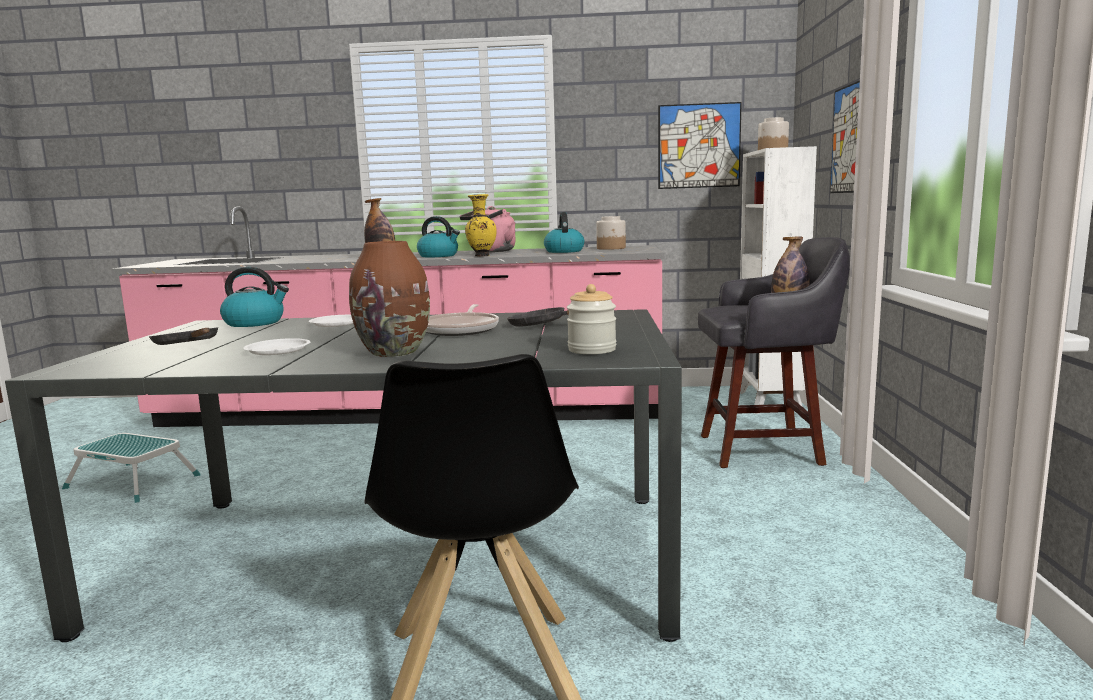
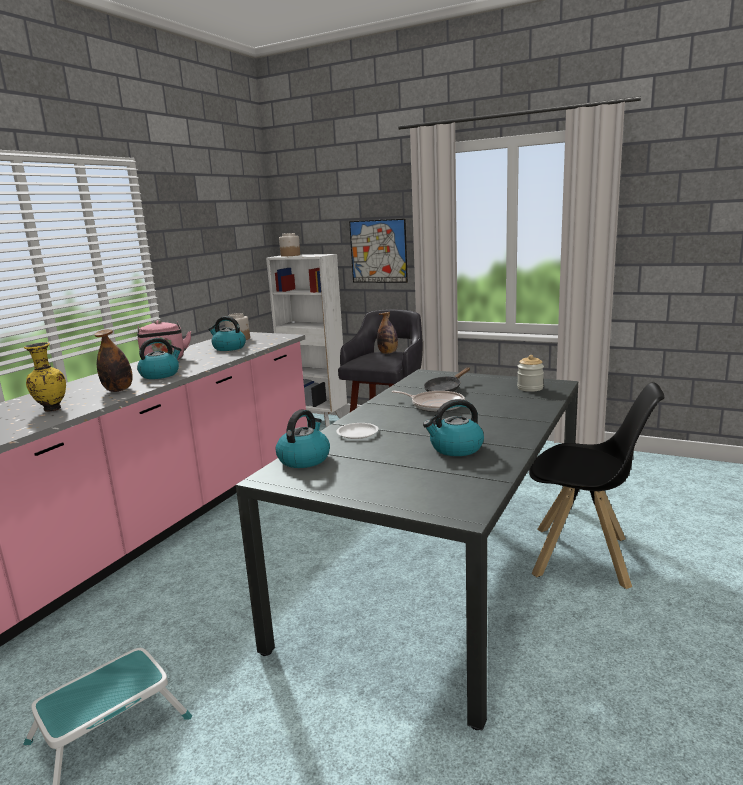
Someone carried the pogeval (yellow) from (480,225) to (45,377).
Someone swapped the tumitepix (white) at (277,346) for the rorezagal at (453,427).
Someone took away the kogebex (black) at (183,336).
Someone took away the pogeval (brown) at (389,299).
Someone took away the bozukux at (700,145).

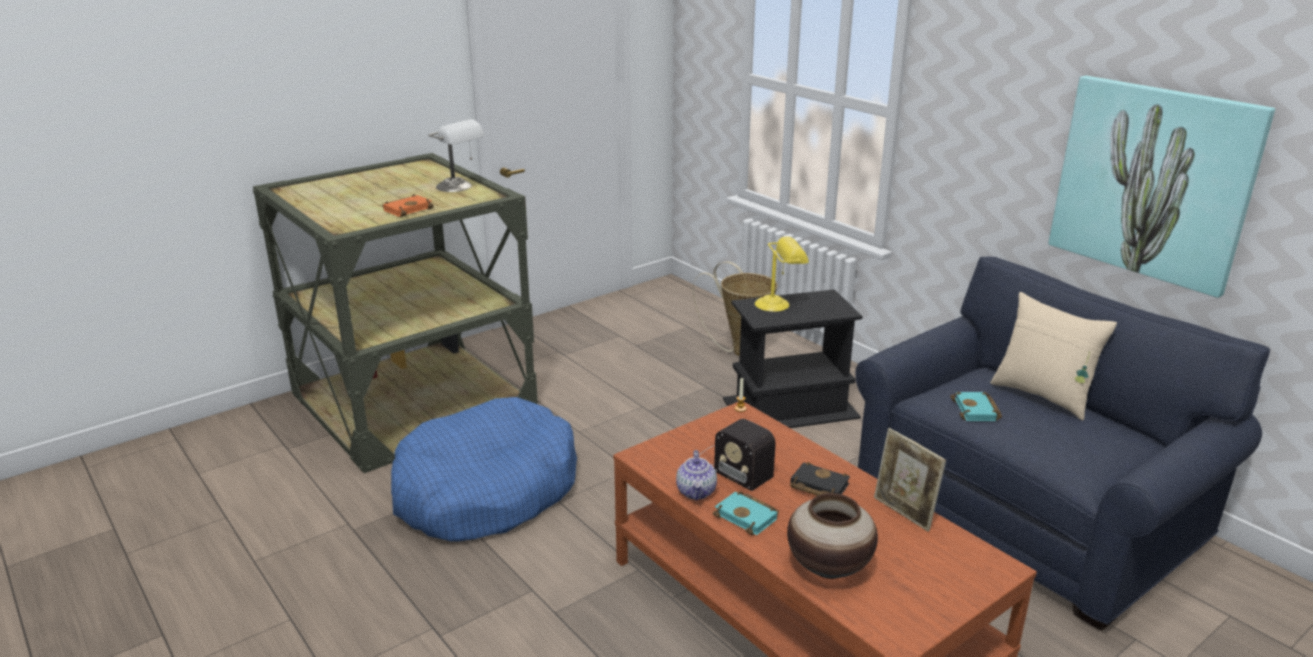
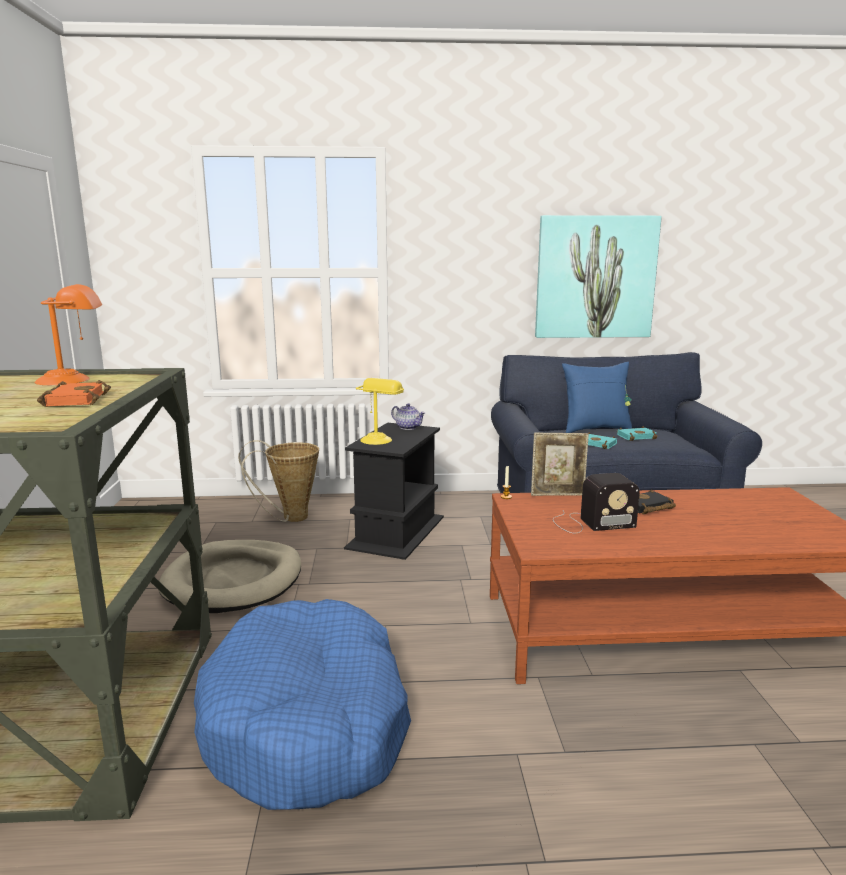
Someone repainted the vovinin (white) at (456,155), which became the vovinin (orange) at (68,334).
Someone put down the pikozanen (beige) at (230,576).
Someone carried the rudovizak from (696,475) to (408,417).
Someone carried the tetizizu from (910,480) to (560,464).
Someone repainted the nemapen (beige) at (1053,356), which became the nemapen (blue) at (597,397).
Someone carried the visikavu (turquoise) from (746,513) to (637,433).
Someone took away the pogeval at (832,536).

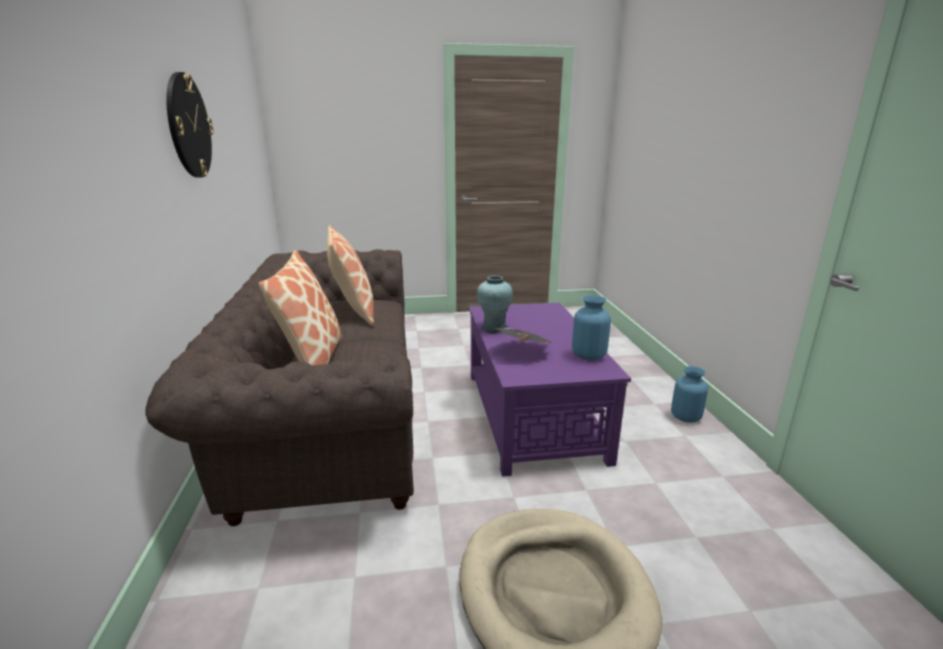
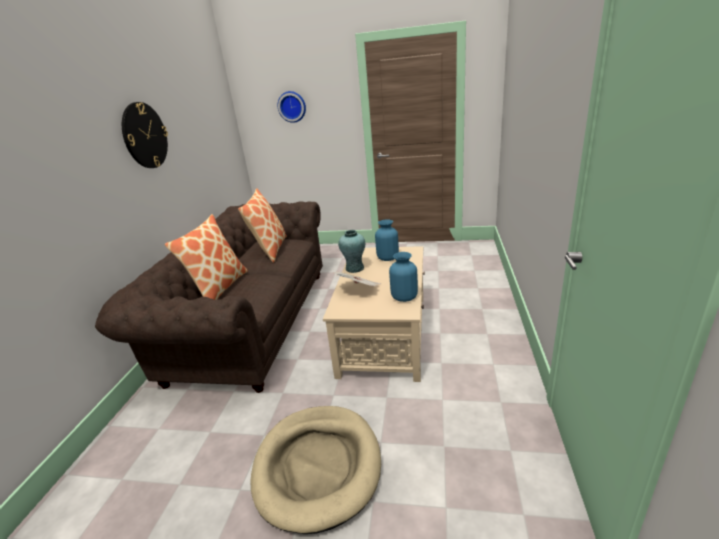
Someone put up the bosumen at (291,107).
Someone repainted the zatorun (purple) at (550,390), which became the zatorun (beige) at (374,314).
Someone carried the pogeval (blue) from (689,394) to (387,240).

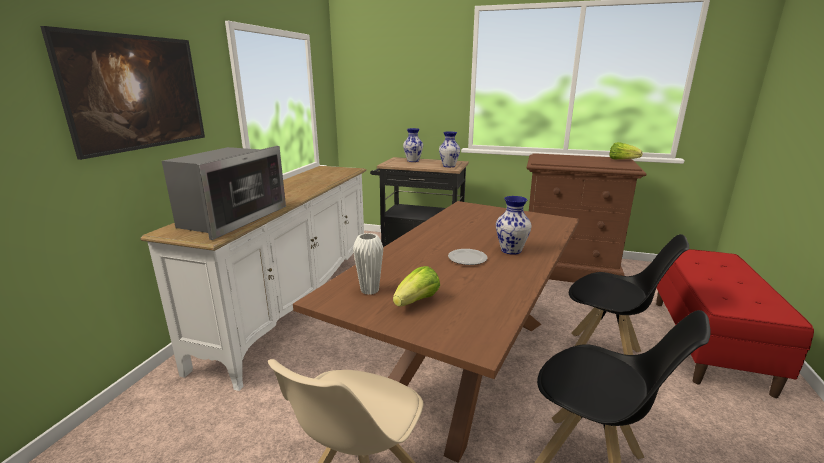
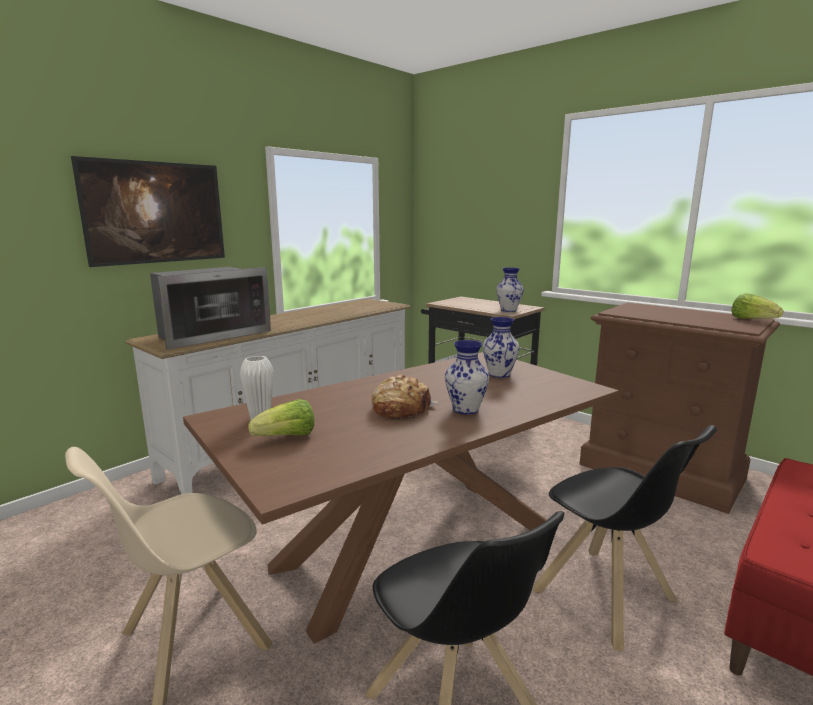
Someone swapped the tumitepix at (467,257) for the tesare at (404,397).
Someone carried the pogeval from (413,145) to (501,347).

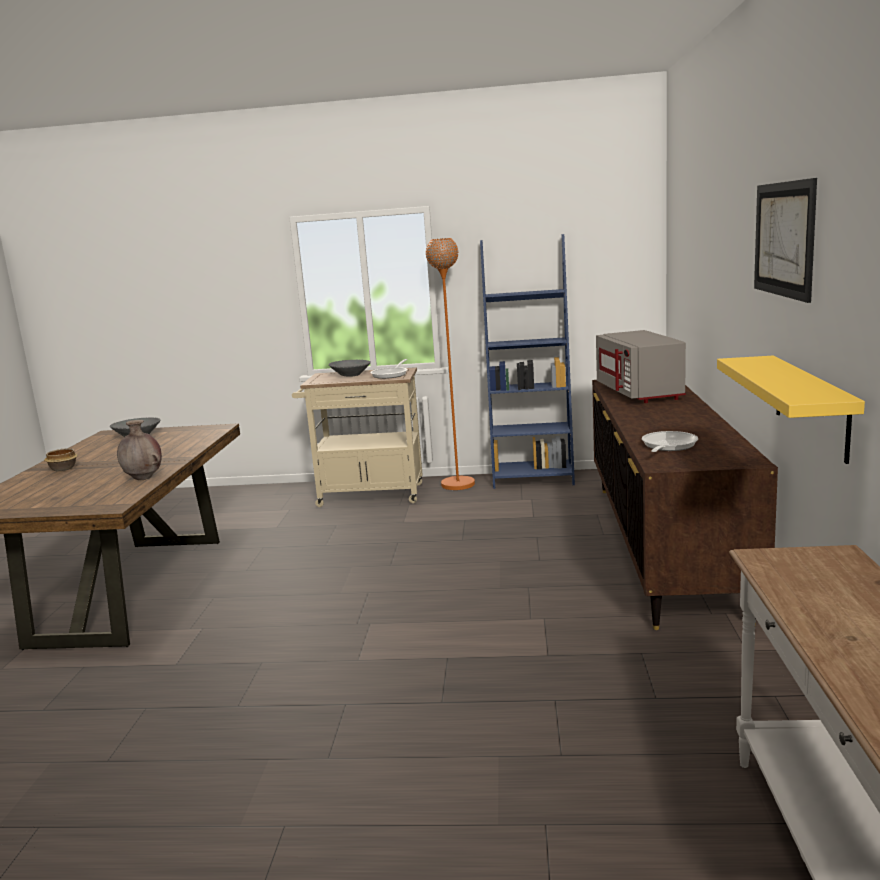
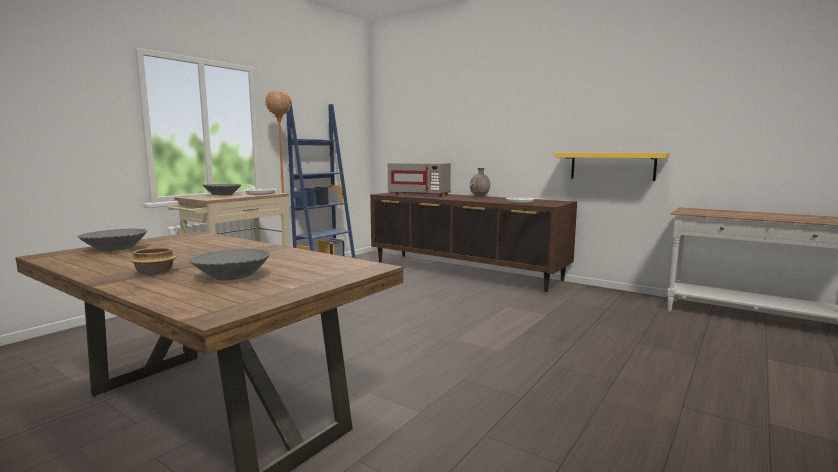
Someone put down the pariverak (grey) at (230,265).
Someone carried the pogeval (brown) from (139,450) to (480,182).
Someone took away the bozukux at (785,240).

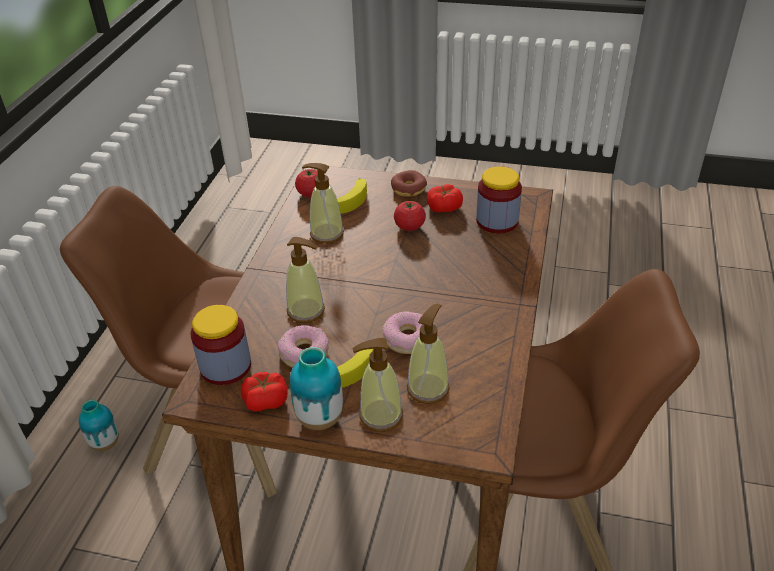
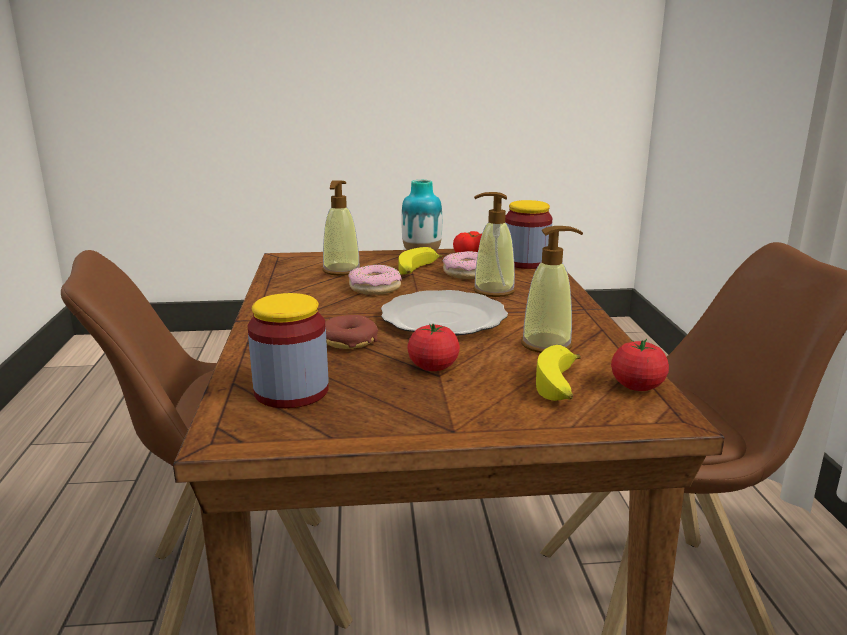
Someone carried the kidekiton from (409,183) to (351,332).
Someone put down the tumitepix at (444,313).
Someone took away the pogeval at (99,425).
Someone took away the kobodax at (377,385).
Someone took away the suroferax at (445,198).

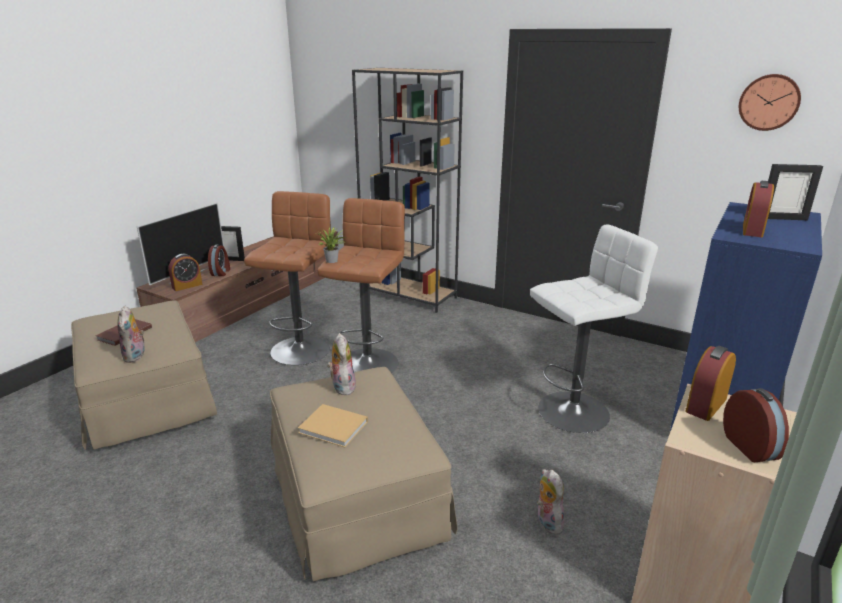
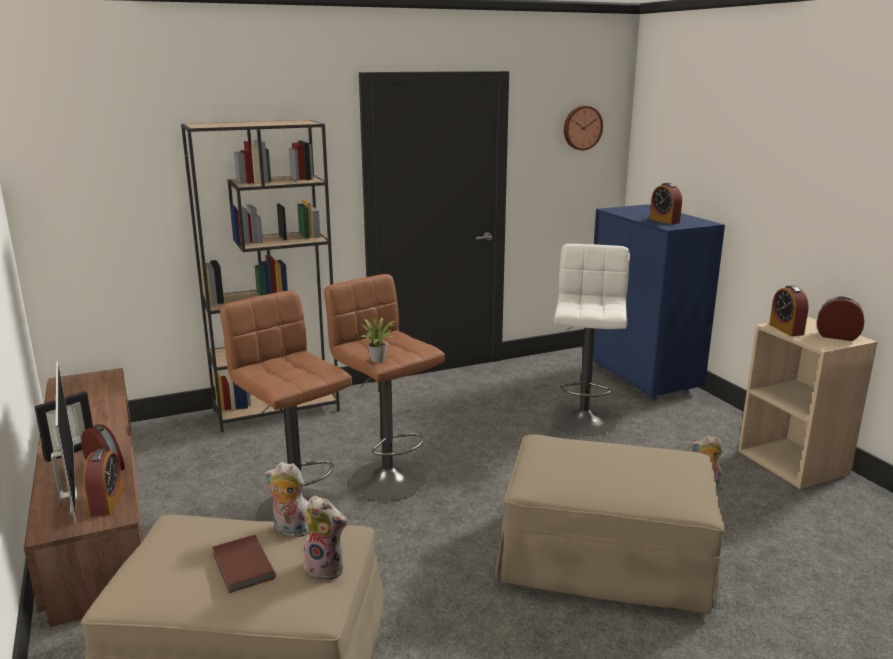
Someone carried the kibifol from (341,364) to (287,499).
Someone took away the visikavu (beige) at (333,425).
Someone took away the tetizizu at (795,192).

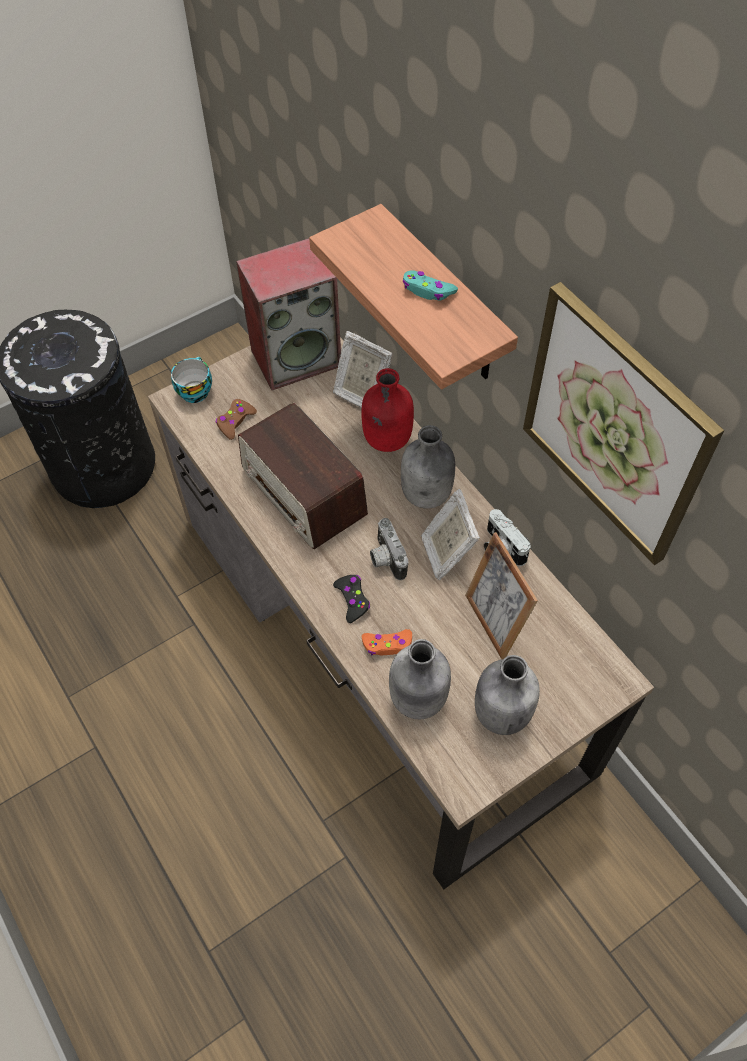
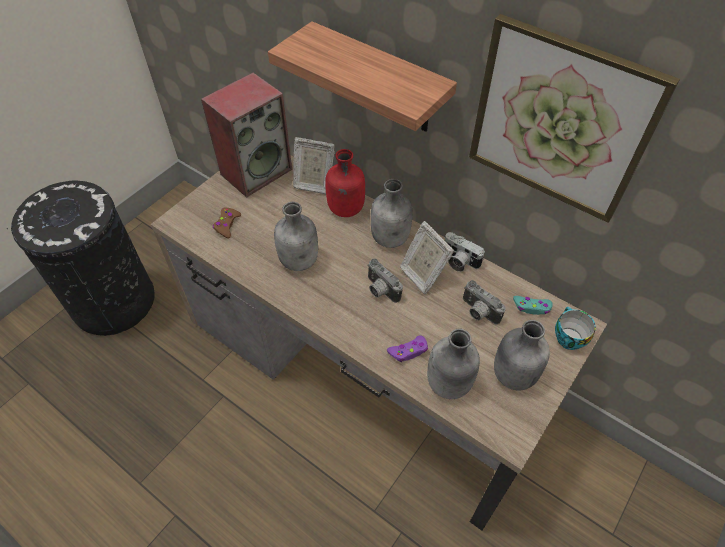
Someone swapped the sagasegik at (303,475) for the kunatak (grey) at (296,236).
Someone repainted the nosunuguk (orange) at (387,642), which became the nosunuguk (purple) at (407,348).
Someone swapped the tetizizu at (501,595) for the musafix at (484,302).
Someone carried the nosunuguk (turquoise) from (430,286) to (533,305).
Someone carried the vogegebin from (191,380) to (575,328).
Someone took away the nosunuguk (black) at (351,599).

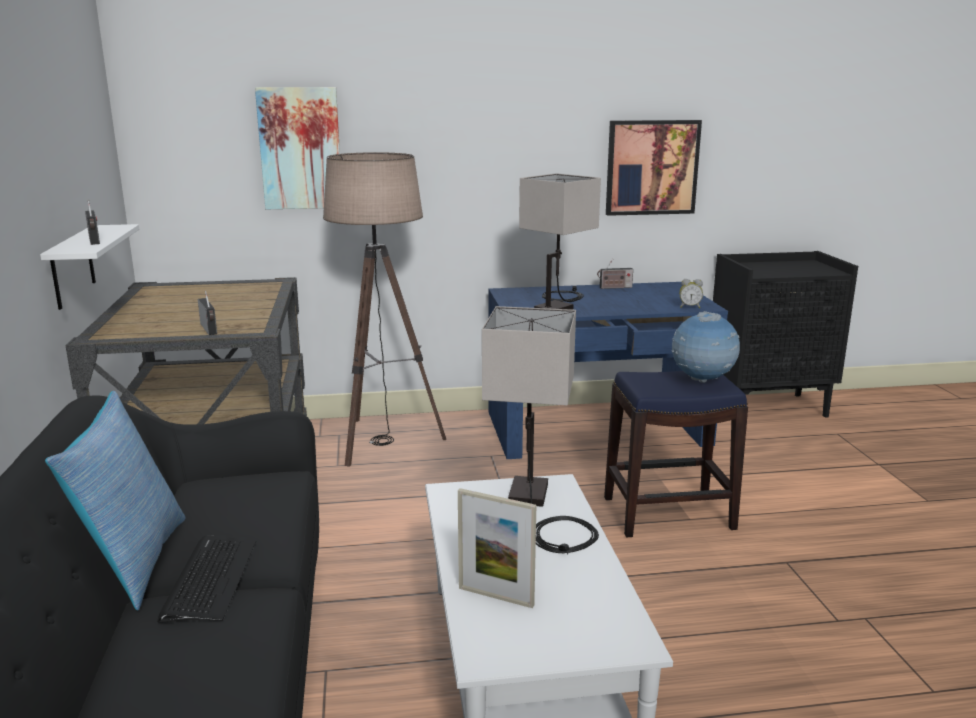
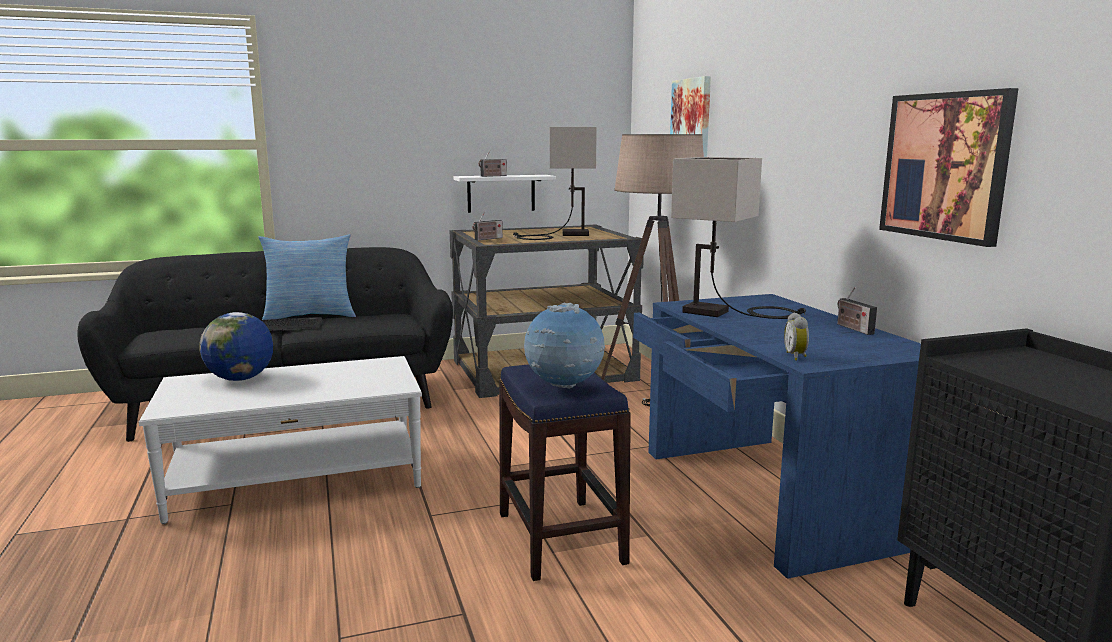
Someone swapped the tetizizu at (497,548) for the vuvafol at (236,346).
Someone carried the vovinin from (540,430) to (555,183).

